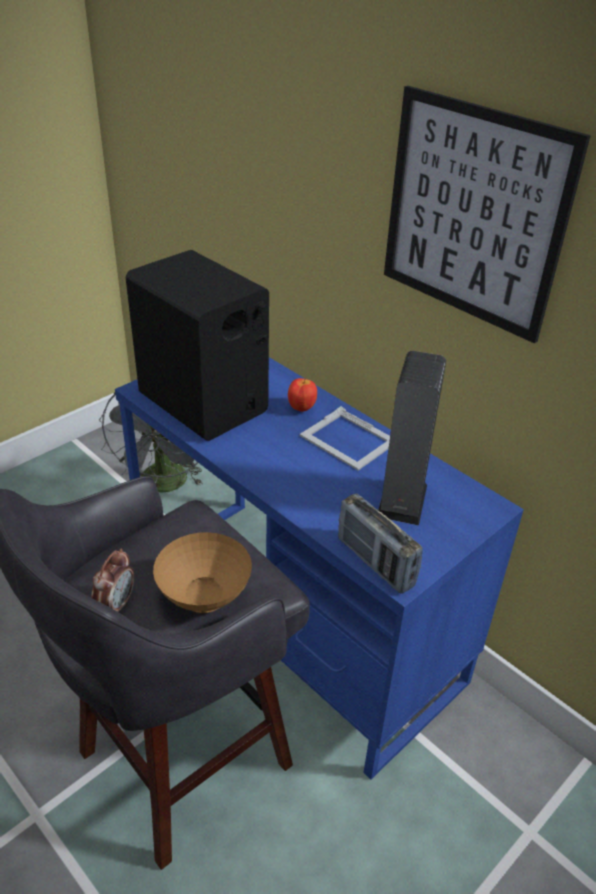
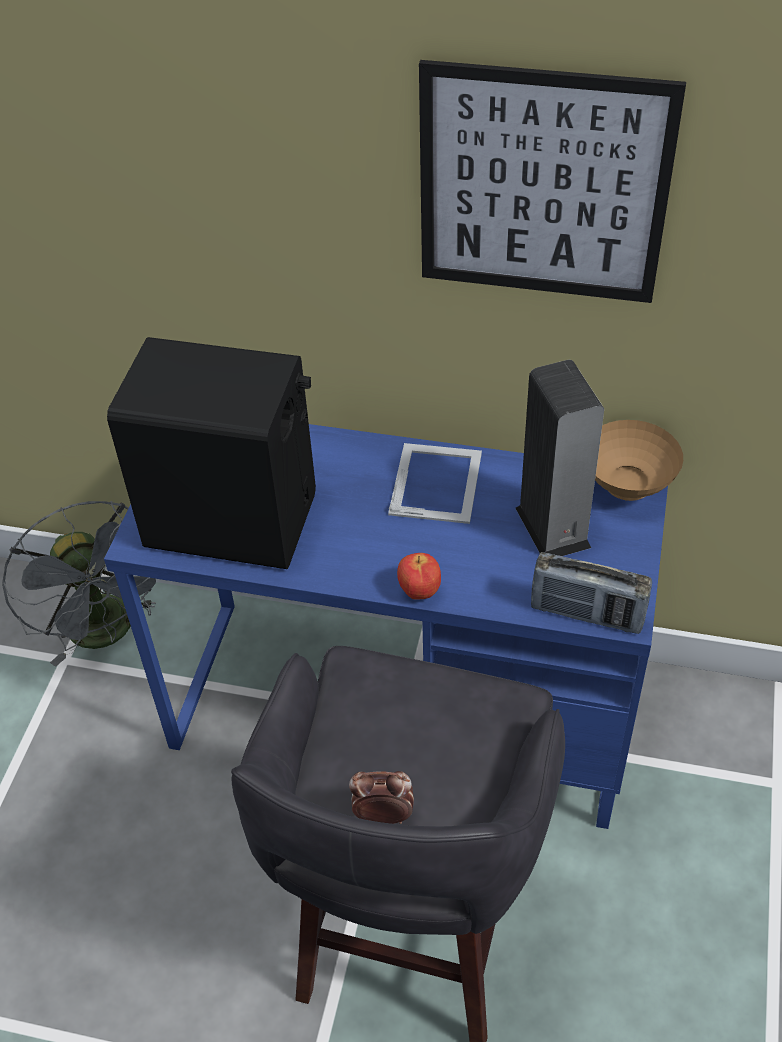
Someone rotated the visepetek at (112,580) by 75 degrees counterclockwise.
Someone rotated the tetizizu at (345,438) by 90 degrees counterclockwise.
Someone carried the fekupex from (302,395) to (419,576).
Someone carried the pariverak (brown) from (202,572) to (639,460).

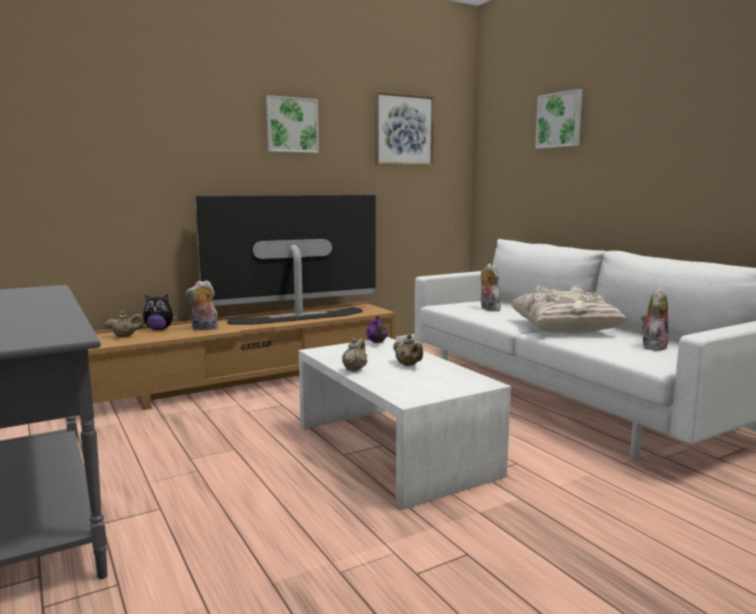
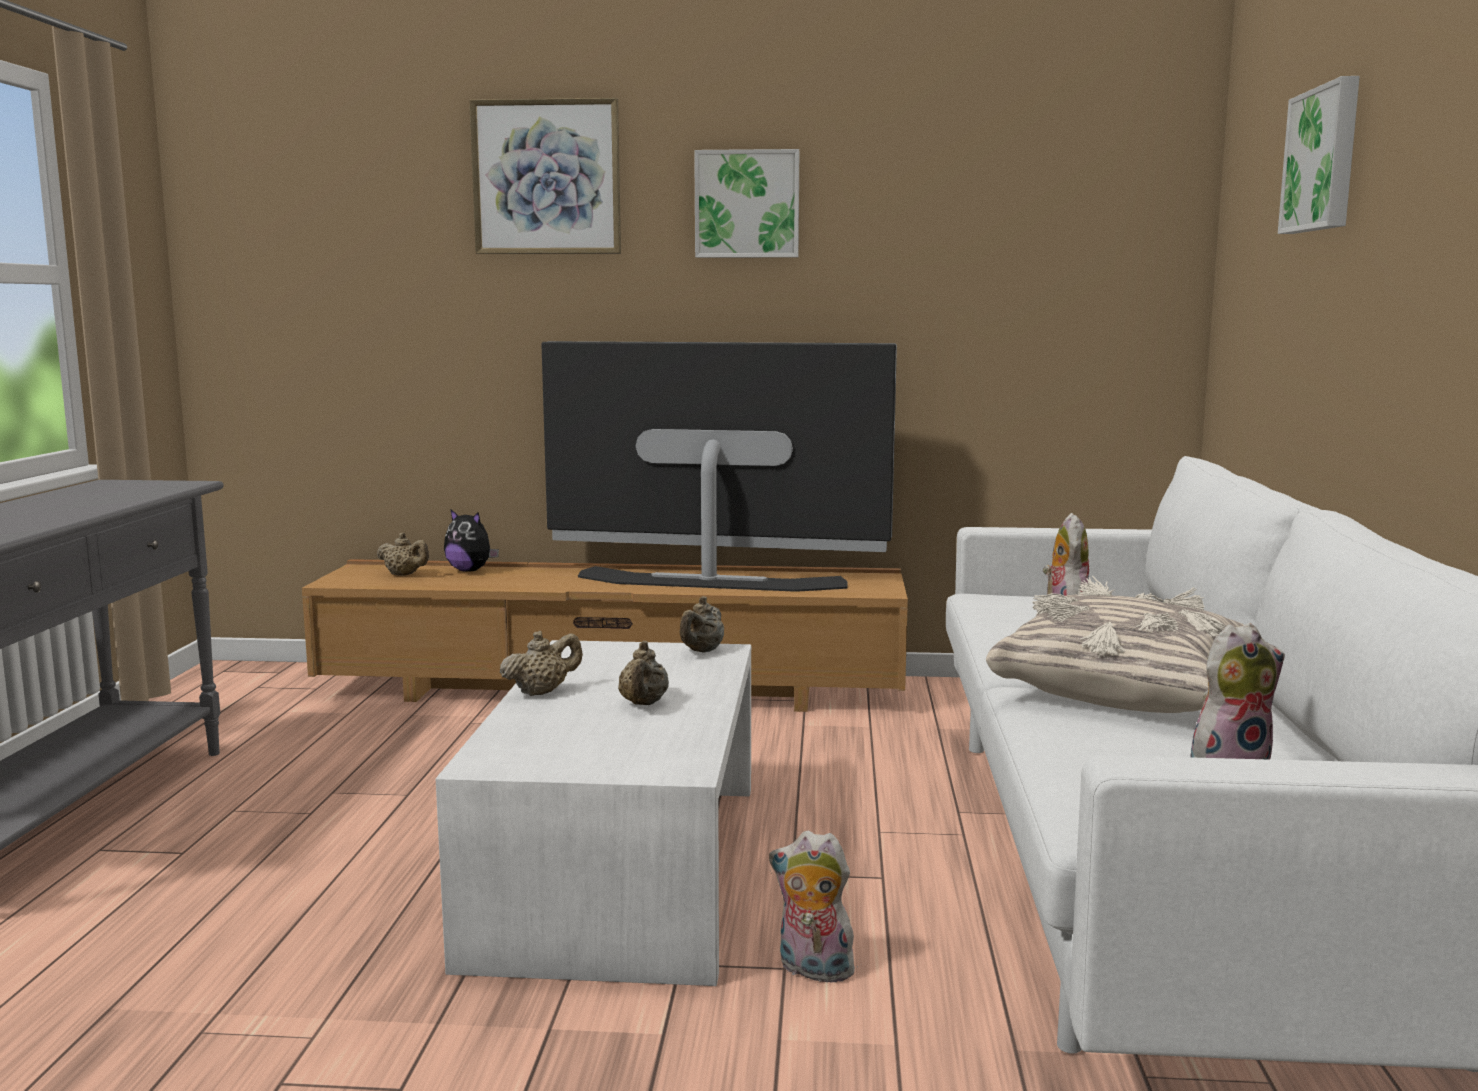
Someone carried the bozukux from (404,128) to (545,176).
Someone repainted the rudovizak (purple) at (377,329), which became the rudovizak (beige) at (702,624).
Someone carried the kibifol from (201,305) to (813,906).

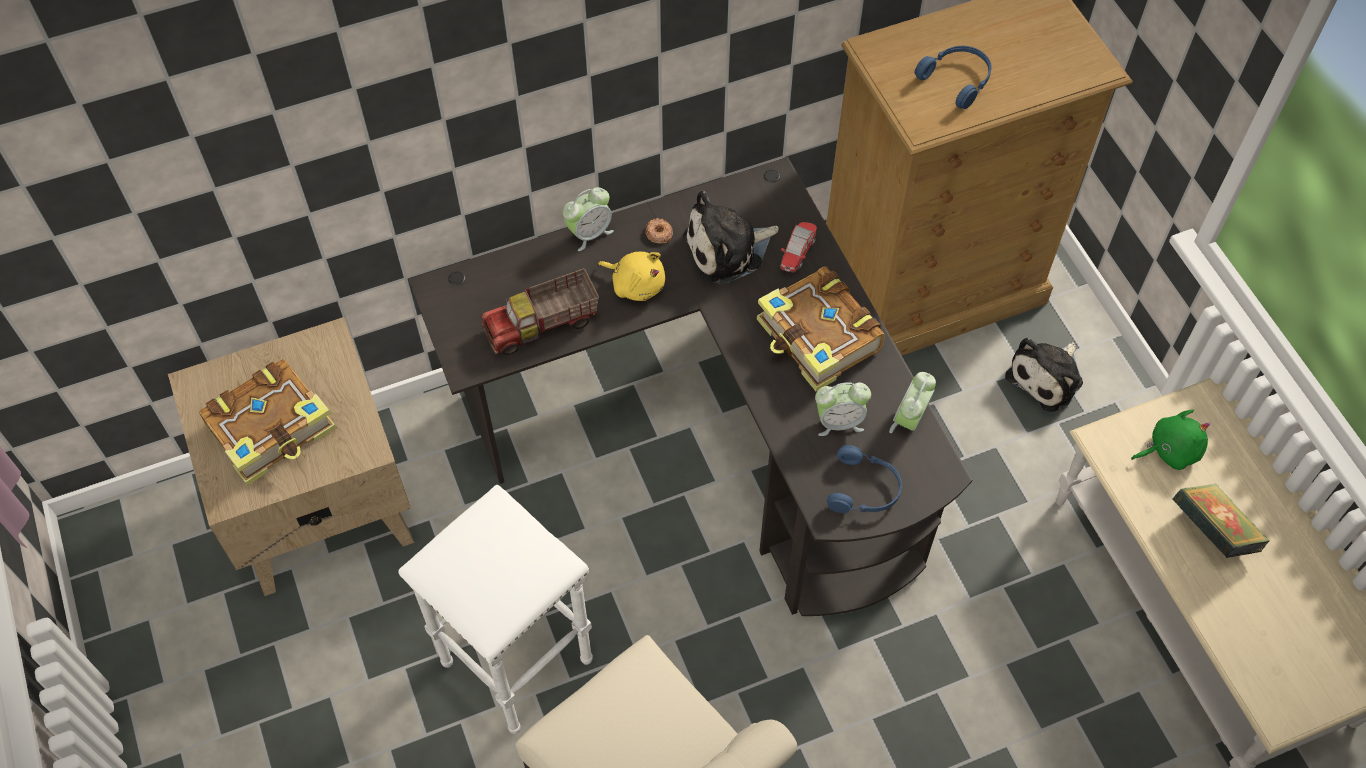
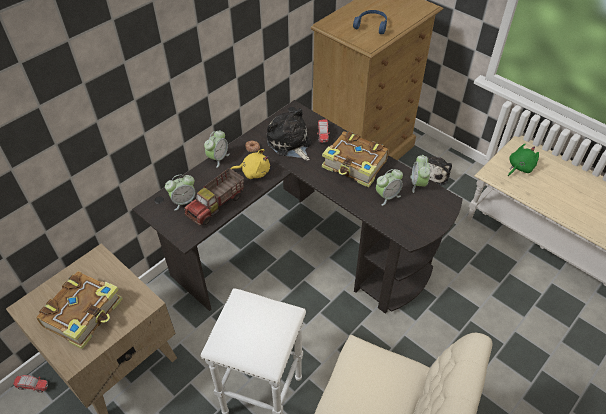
Someone put down the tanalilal at (30,384).
Someone put down the visepetek at (180,192).
Someone rotated the kibifol at (731,237) by 105 degrees clockwise.
Someone took away the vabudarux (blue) at (864,479).
Someone took away the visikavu at (1220,521).

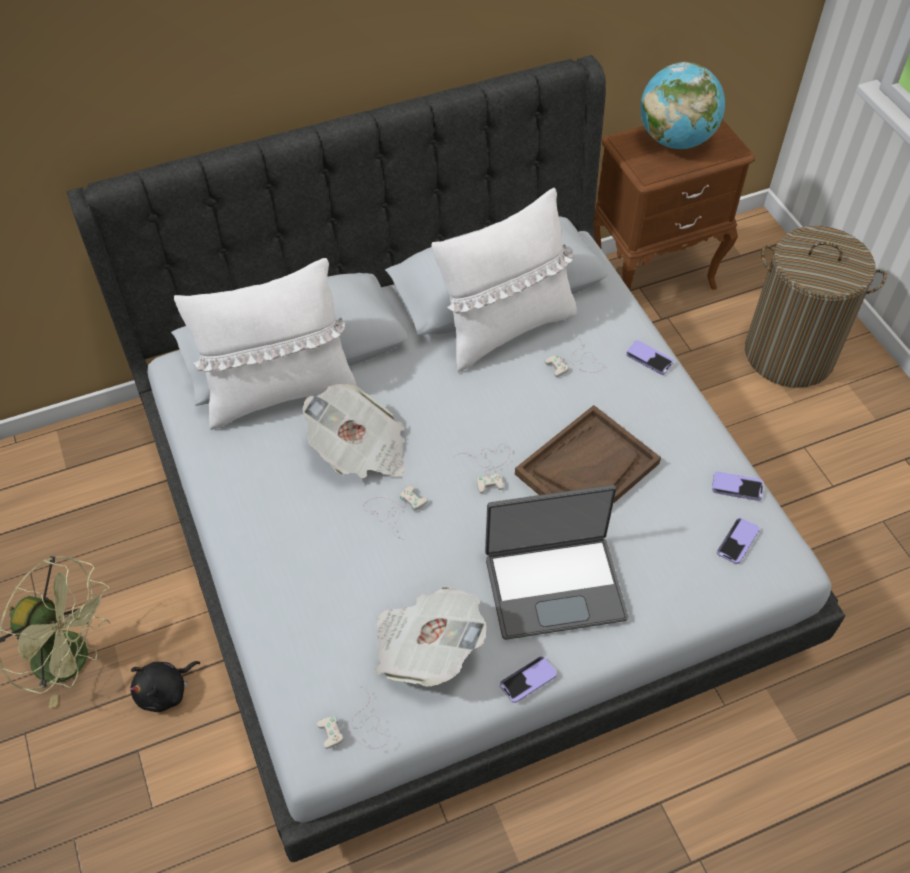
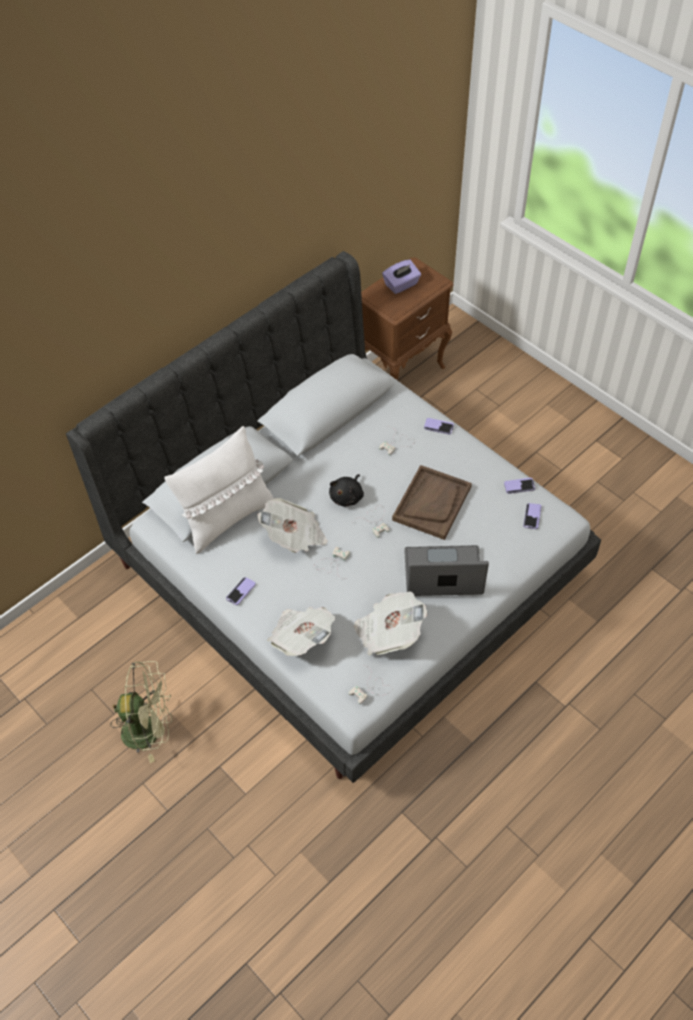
Someone carried the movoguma from (528,679) to (241,591).
Someone put down the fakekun at (301,631).
Someone carried the kibifol (black) from (165,686) to (346,490).
Someone swapped the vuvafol at (682,105) for the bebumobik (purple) at (401,276).
Someone rotated the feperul at (557,562) by 150 degrees counterclockwise.
Someone took away the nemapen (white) at (504,280).
Someone took away the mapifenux at (816,307).

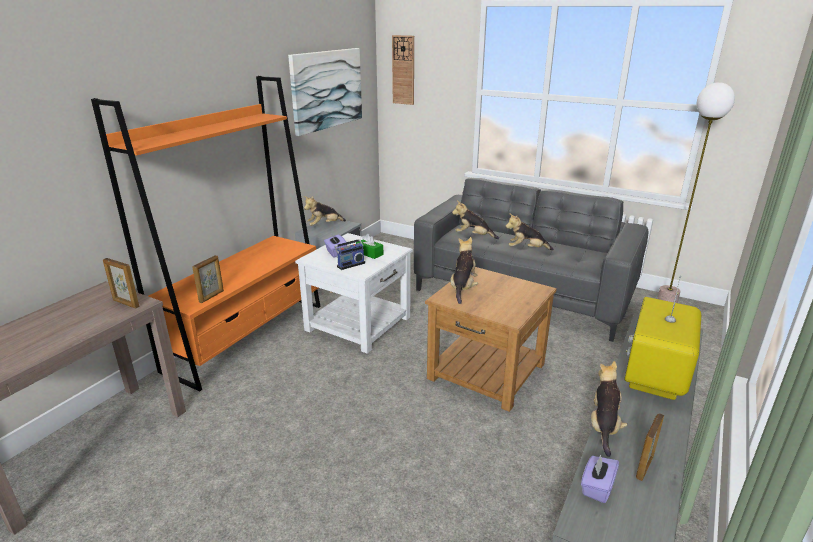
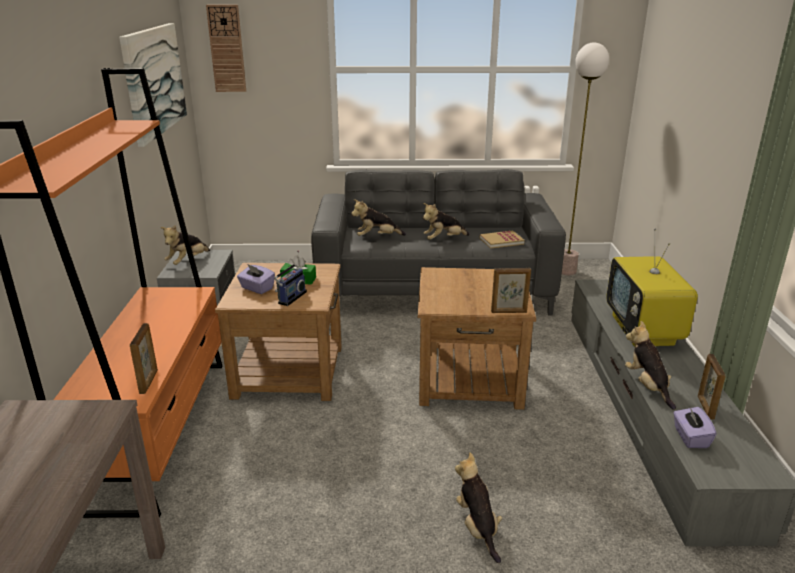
Someone repainted the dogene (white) at (354,293), which became the dogene (brown) at (278,332).
Someone carried the kibifol from (464,270) to (478,507).
Someone put down the visikavu at (502,239).
Someone carried the tetizizu from (121,283) to (511,290).

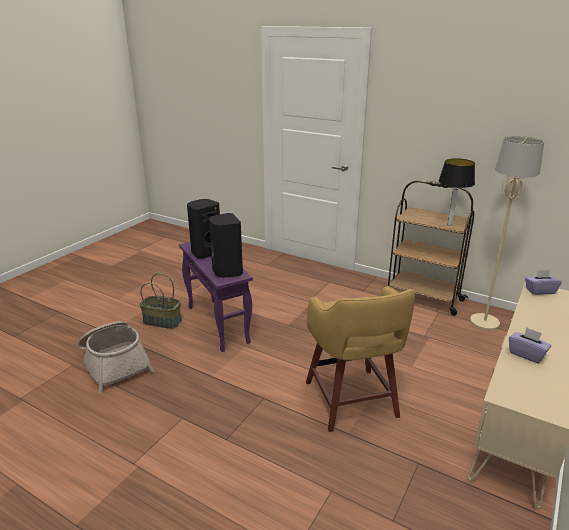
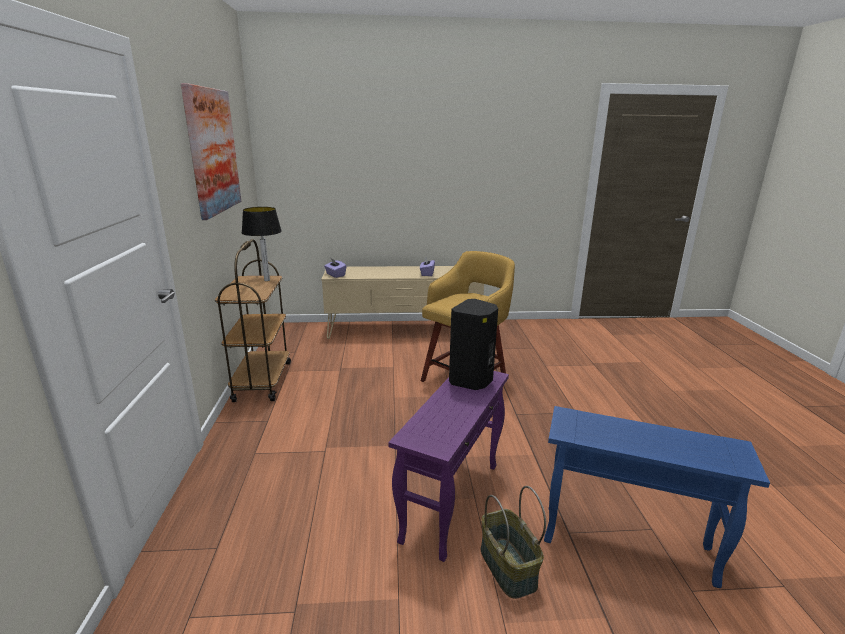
Someone put up the bozukux at (211,151).
Someone swapped the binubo at (116,357) for the dogene (blue) at (657,497).
Someone took away the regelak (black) at (203,229).
Someone took away the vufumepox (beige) at (507,233).

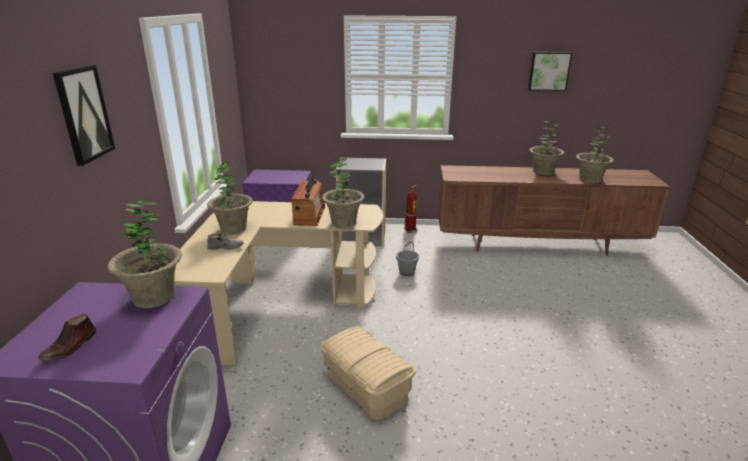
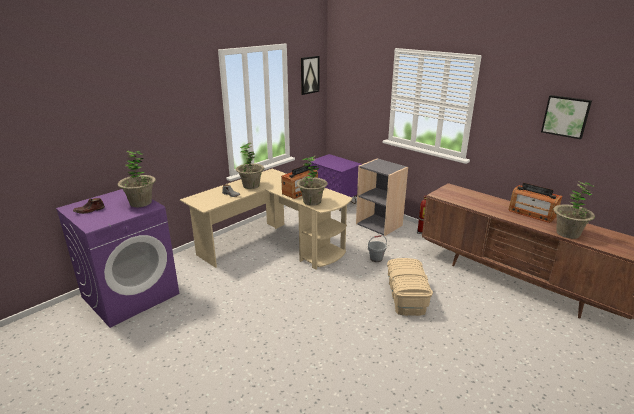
Someone carried the bozukux from (84,115) to (310,75).
Someone carried the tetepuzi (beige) from (368,373) to (410,287).
Someone swapped the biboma at (546,148) for the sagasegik at (535,203).

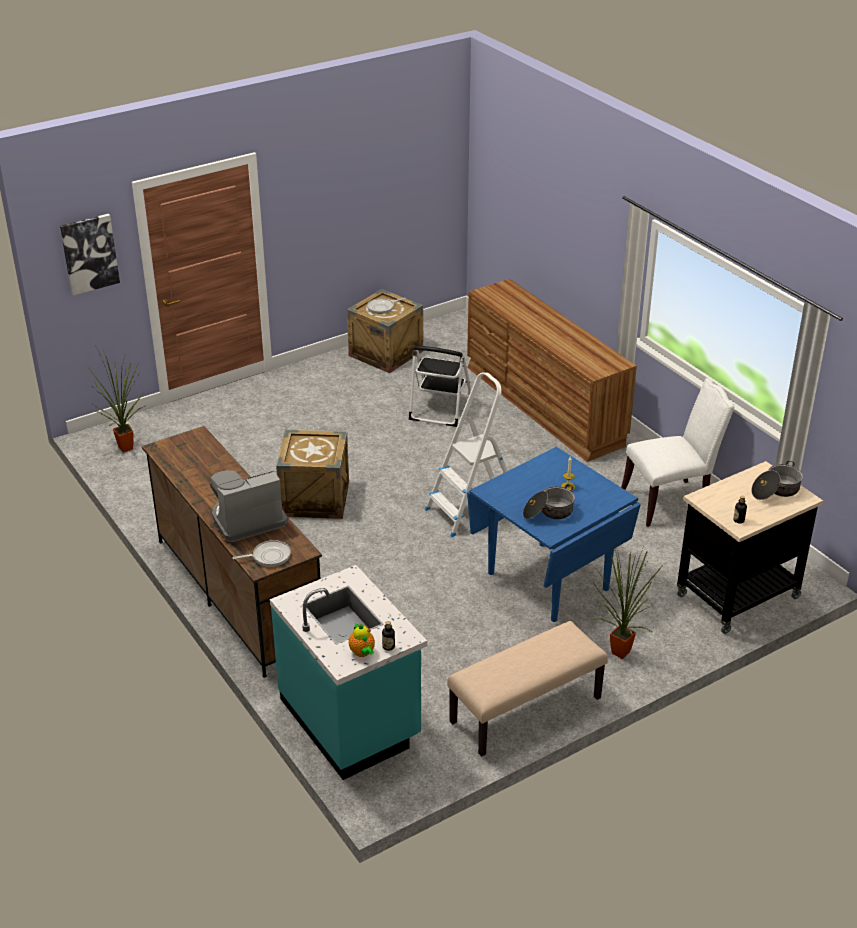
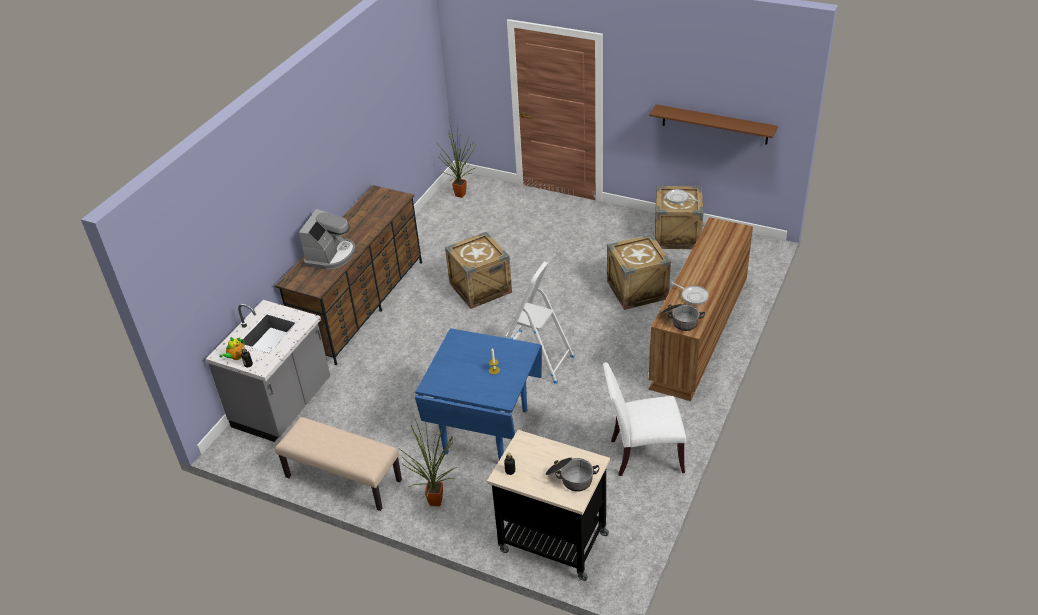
Someone repainted the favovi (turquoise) at (348,672), which became the favovi (grey) at (268,371).
Someone rotated the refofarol at (249,506) by 75 degrees clockwise.
Someone rotated the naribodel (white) at (677,452) by 135 degrees clockwise.
Someone swapped the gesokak at (440,386) for the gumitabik at (639,272).
Someone put up the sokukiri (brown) at (713,124).
Someone carried the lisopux from (549,501) to (682,317).
Someone carried the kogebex from (261,553) to (690,293).
Someone took away the bozukux at (90,254).

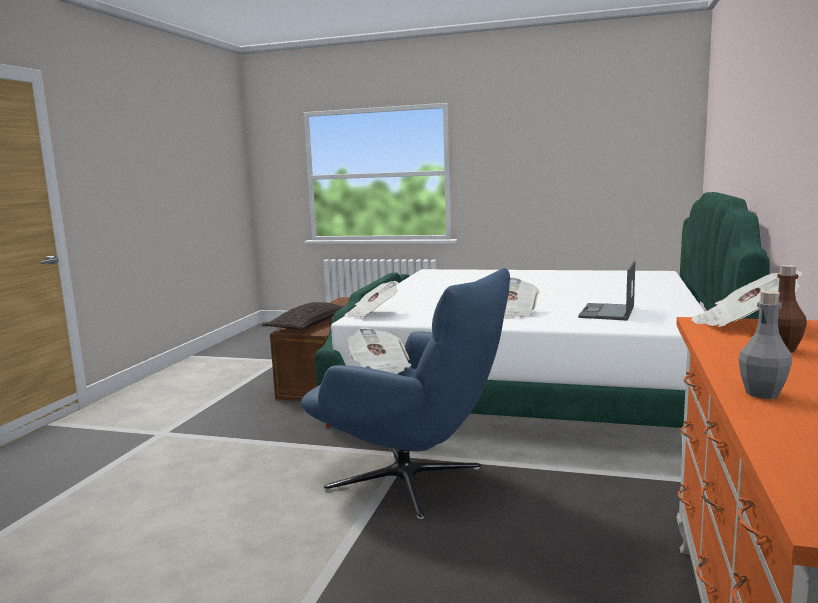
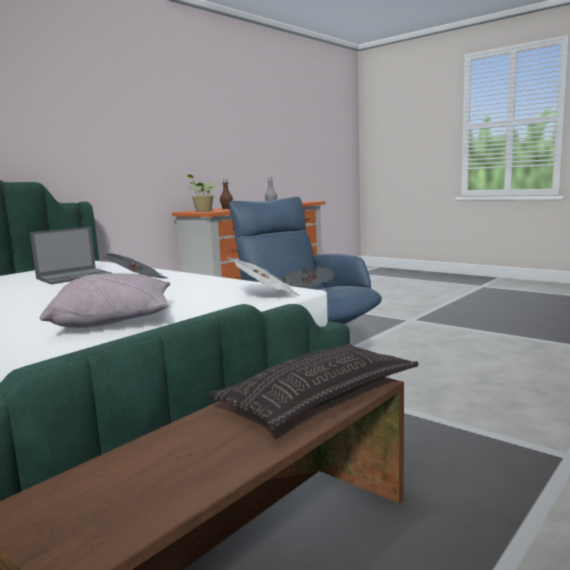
Someone put down the nemapen (purple) at (105,300).
Someone swapped the fakekun at (747,298) for the biboma at (201,193).

